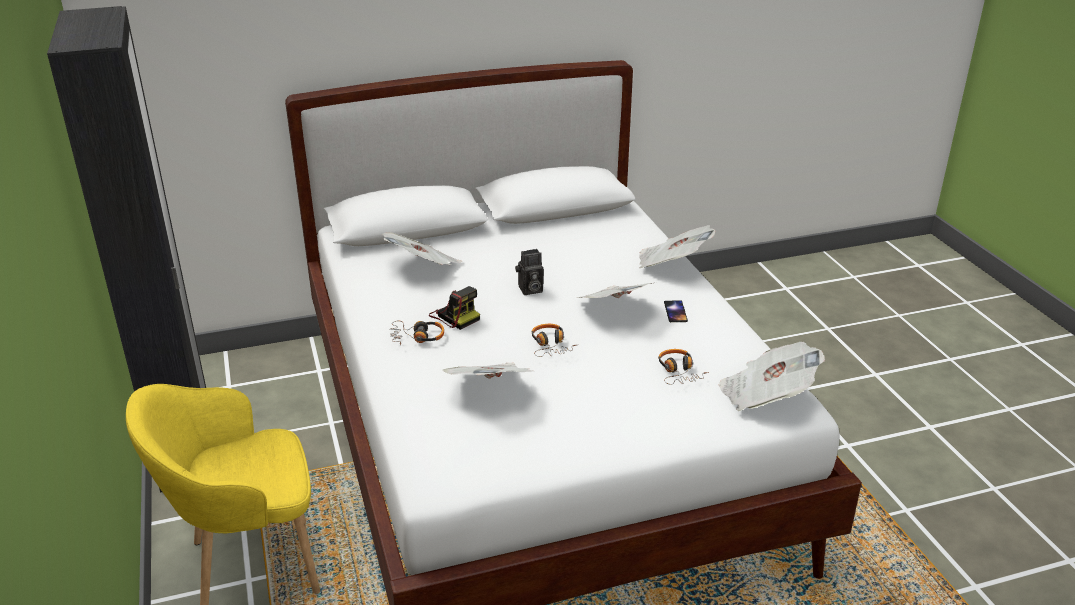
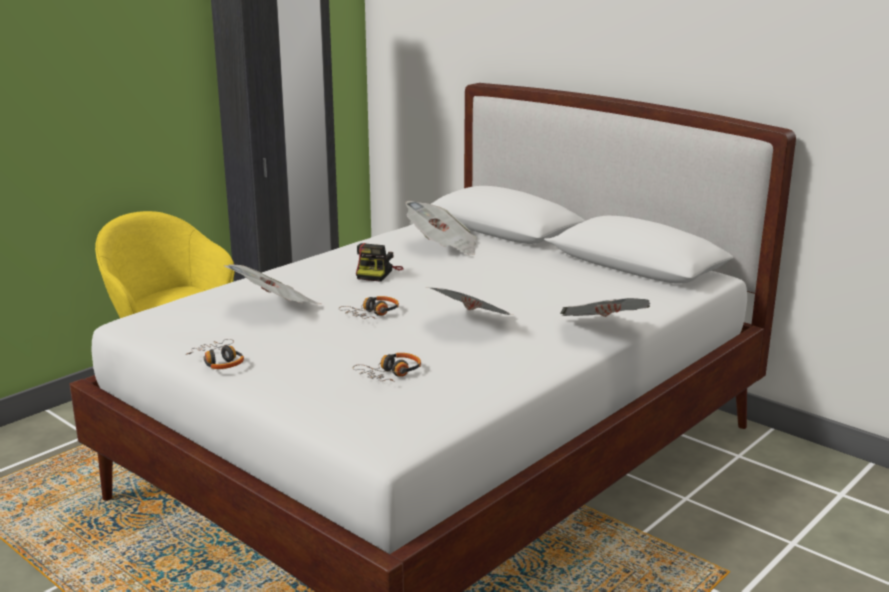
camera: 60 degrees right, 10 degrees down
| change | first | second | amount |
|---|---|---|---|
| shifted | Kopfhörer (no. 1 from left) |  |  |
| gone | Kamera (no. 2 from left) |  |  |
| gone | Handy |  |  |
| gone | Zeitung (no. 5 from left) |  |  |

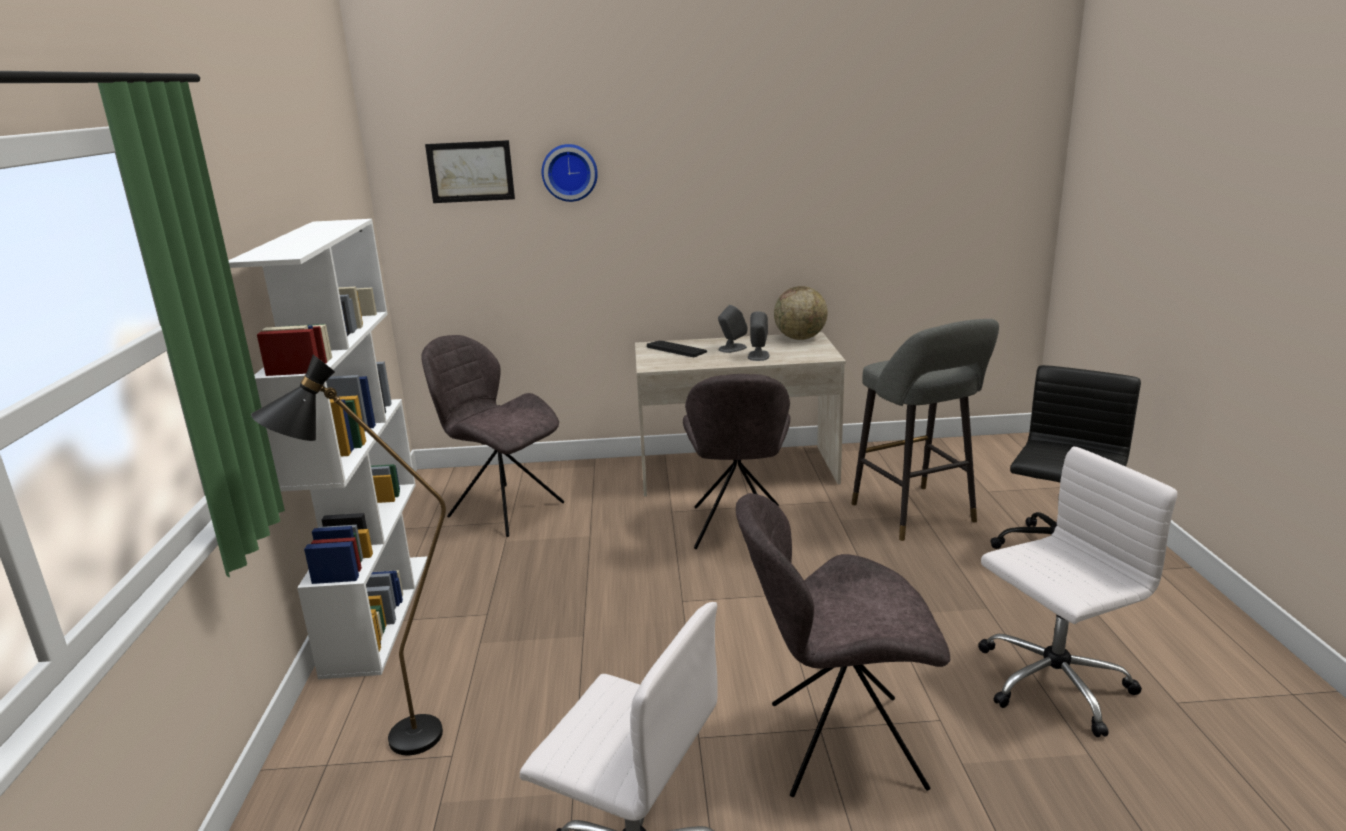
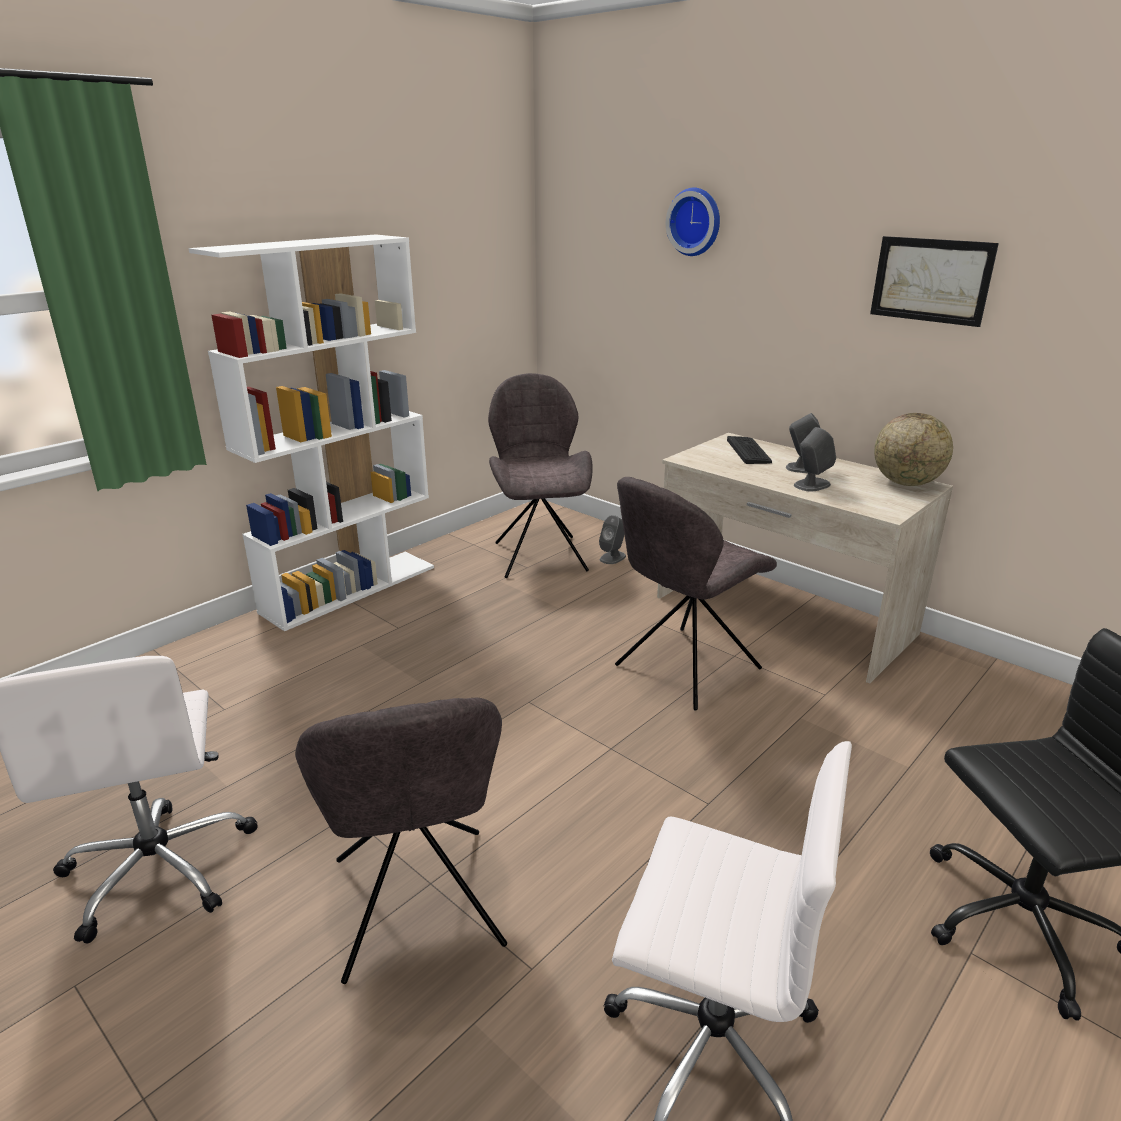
camera: 45 degrees right, 5 degrees up
| change | first | second | amount |
|---|---|---|---|
| gone | Stehlampe (schwarz) |  |  |
| shifted | Bild |  |  |
| rotated | Stuhl (grau) (no. 3 from left in the first image) | Stuhl (grau) (no. 1 from left) | 150 degrees counterclockwise |
| gone | Hocker (grau) |  |  |
| new |  | Lautsprecher (grau) (no. 1 from left) |  |

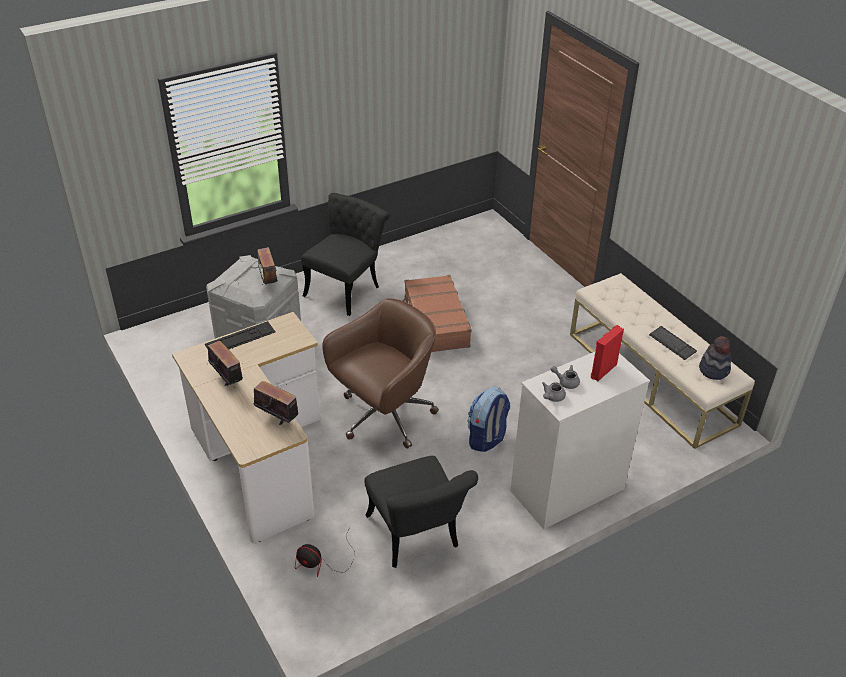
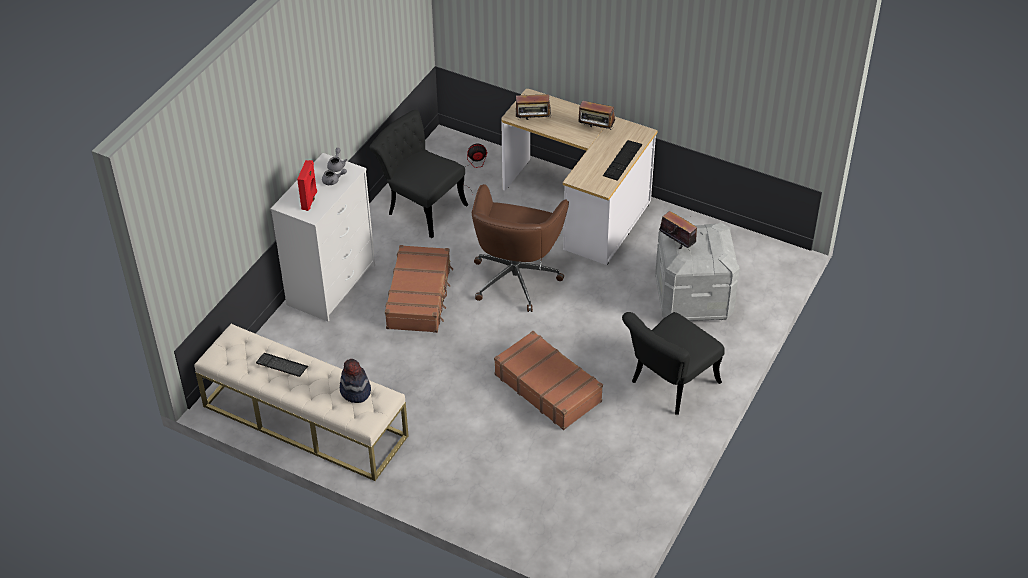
camera: 150 degrees right, 5 degrees up
| change | first | second | amount |
|---|---|---|---|
| rotated | Stuhl (schwarz) (no. 1 from left in the first image) | Stuhl (schwarz) (no. 2 from left) | 45 degrees clockwise |
| swapped | Rucksack | Koffer (braun) (no. 1 from left) |  |
| shifted | Hut |  |  |

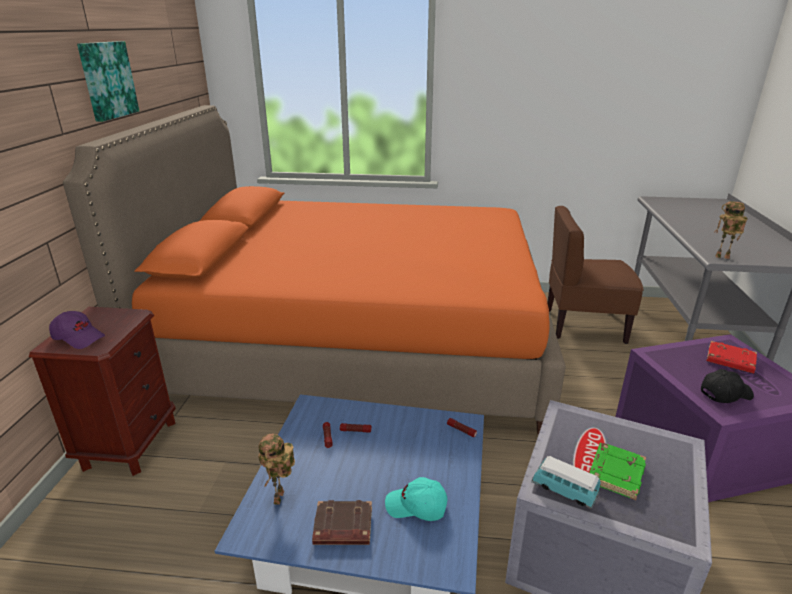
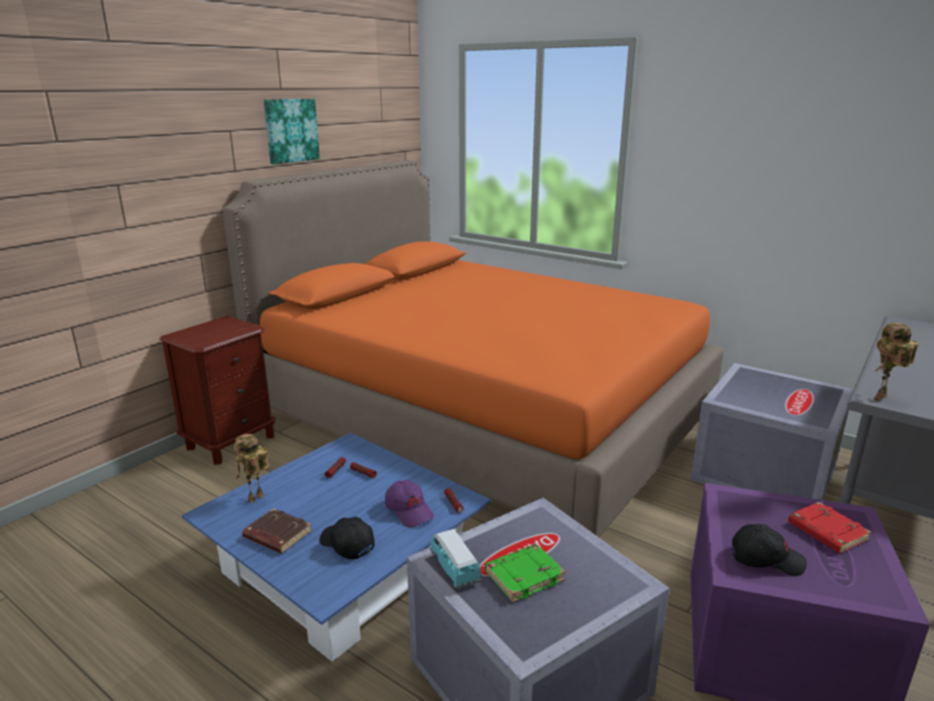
camera: 30 degrees right, 5 degrees down
| change | first | second | amount |
|---|---|---|---|
| shifted | Kappe (lila) |  |  |
| repainted | Kappe (türkis) | Kappe (schwarz) (no. 1 from left) |  |
| swapped | Stuhl (braun) | Aufbewahrungsbox (grau) (no. 2 from left) |  |
| rotated | Spielzeugroboter (no. 2 from left) |  | 90 degrees counterclockwise |

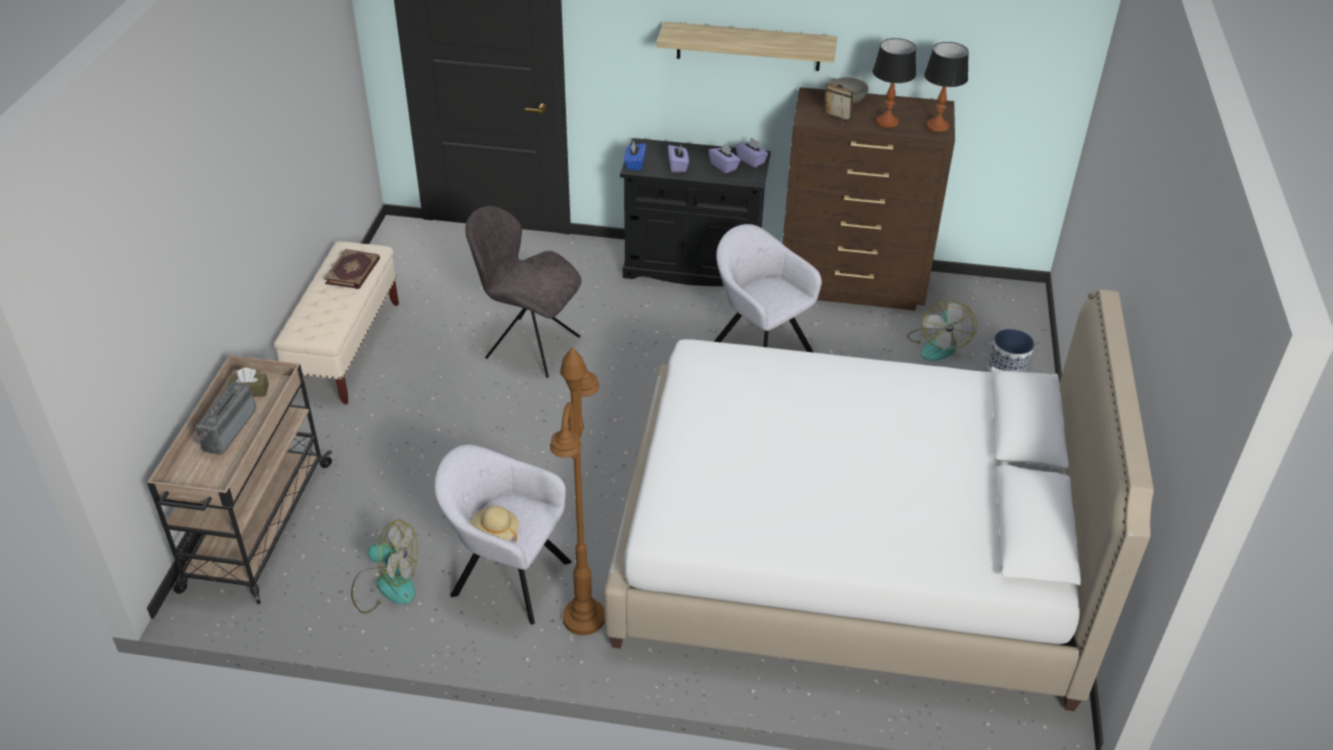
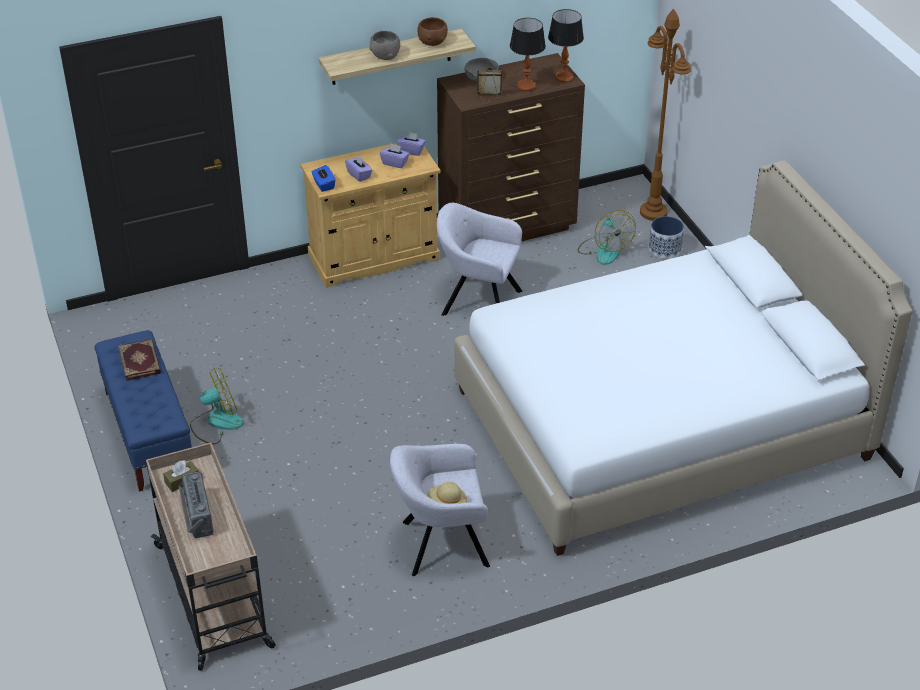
camera: 30 degrees left, 0 degrees up
| change | first | second | amount |
|---|---|---|---|
| repainted | Bank (beige) | Bank (blau) |  |
| shifted | Ventilator (no. 1 from left) |  |  |
| gone | Stuhl (grau) |  |  |
| shifted | Stehlampe (braun) |  |  |
| repainted | Schrank (schwarz) | Schrank (beige) |  |
| new |  | Schüssel (grau) (no. 1 from left) |  |
| new |  | Schüssel (braun) |  |

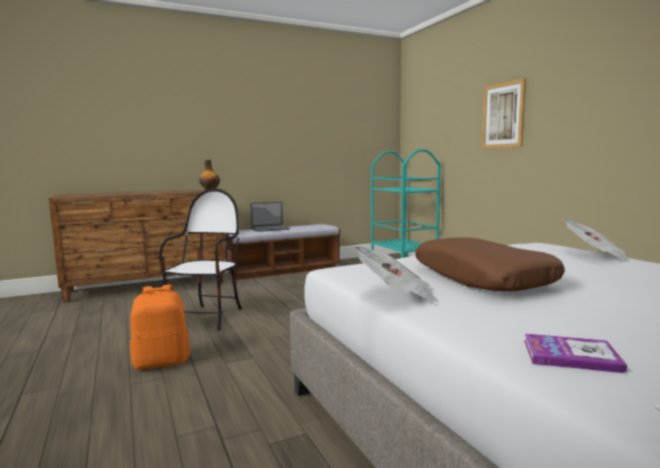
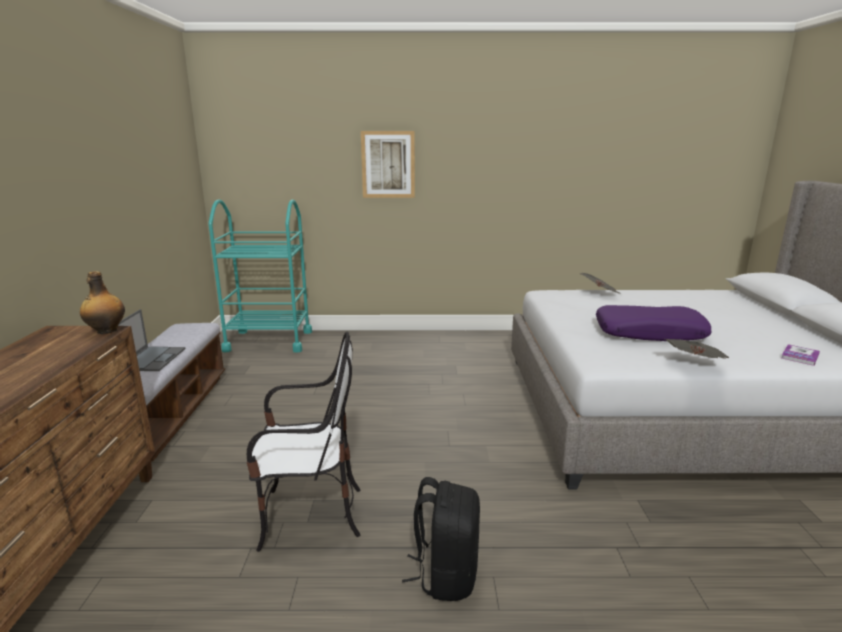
camera: 65 degrees left, 10 degrees up
| change | first | second | amount |
|---|---|---|---|
| repainted | Rucksack (orange) | Rucksack (schwarz) |  |
| rotated | Stuhl |  | 135 degrees clockwise |
| repainted | Kissen (braun) | Kissen (lila) |  |

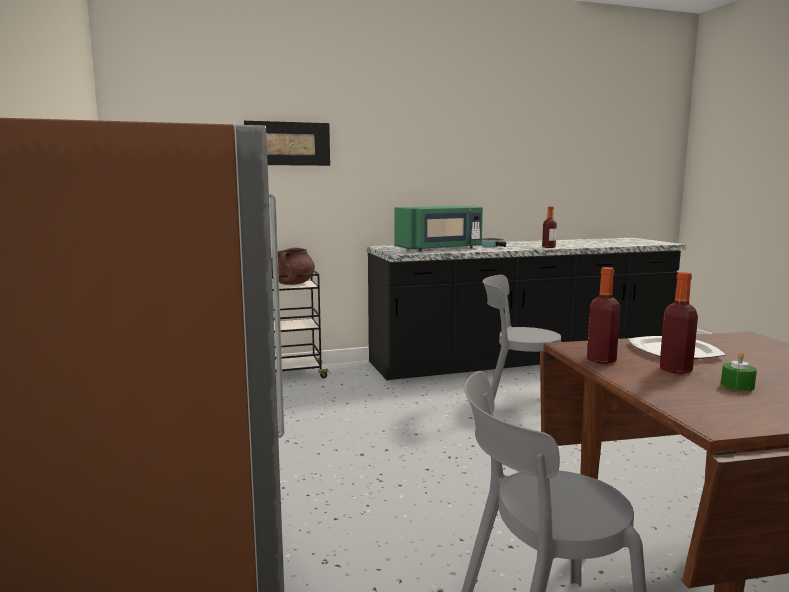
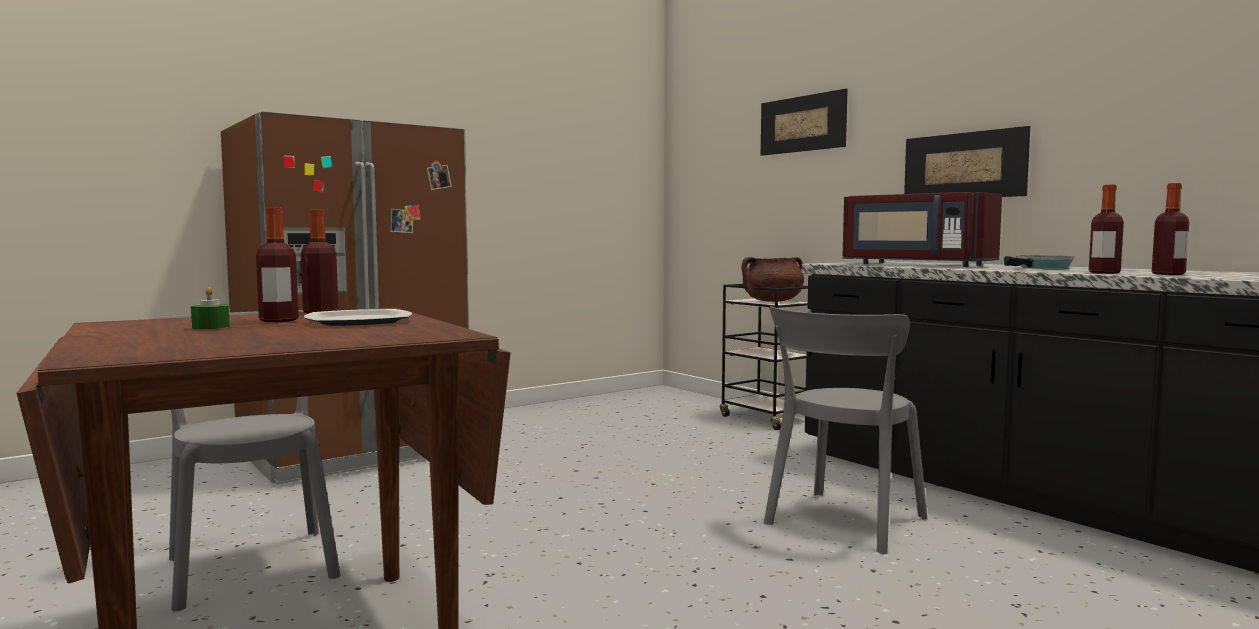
camera: 70 degrees right, 5 degrees down
| change | first | second | amount |
|---|---|---|---|
| repainted | Mikrowelle (grün) | Mikrowelle (rot) |  |
| rotated | Stuhl (grau) (no. 1 from left in the first image) | Stuhl (grau) (no. 2 from left) | 135 degrees counterclockwise |
| new |  | Bild (no. 2 from left) |  |
| new |  | Flasche (no. 4 from left) |  |

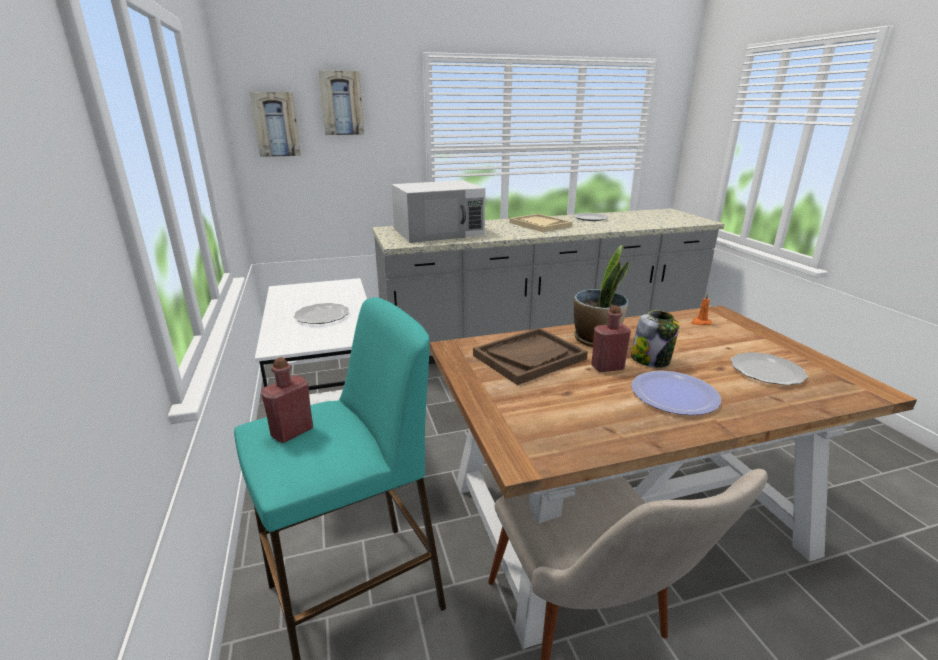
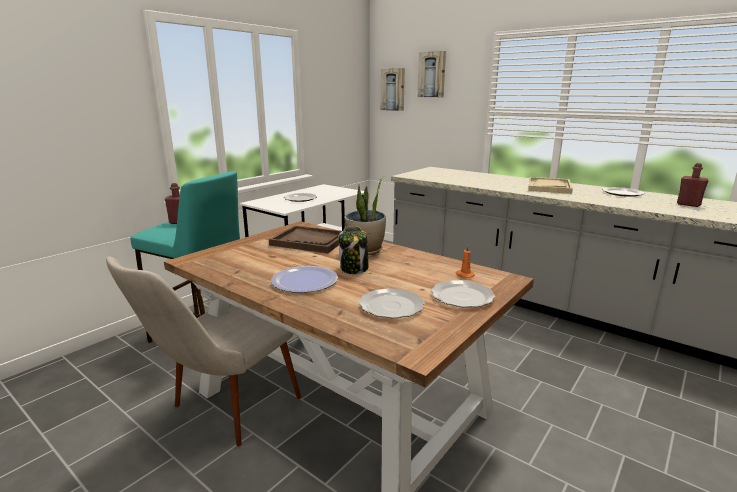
camera: 55 degrees right, 5 degrees down
| change | first | second | amount |
|---|---|---|---|
| gone | Mikrowelle (weiß) |  |  |
| shifted | Flasche (rot) (no. 2 from left) |  |  |
| new |  | Teller (no. 4 from left) |  |

